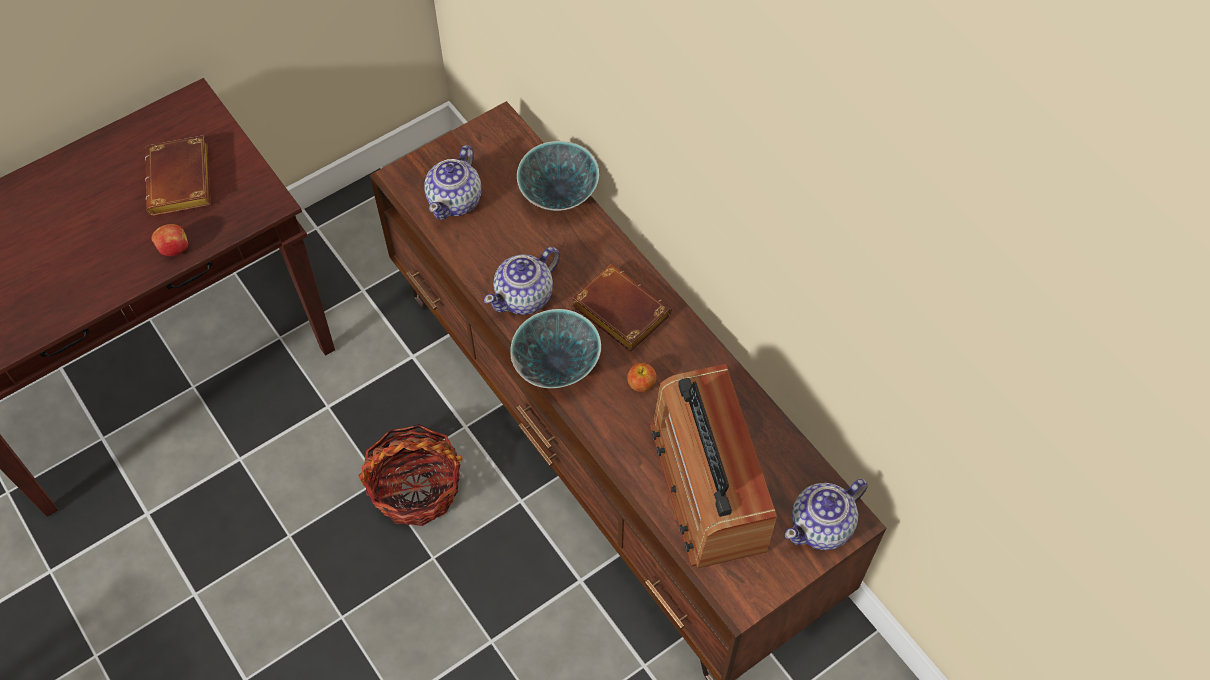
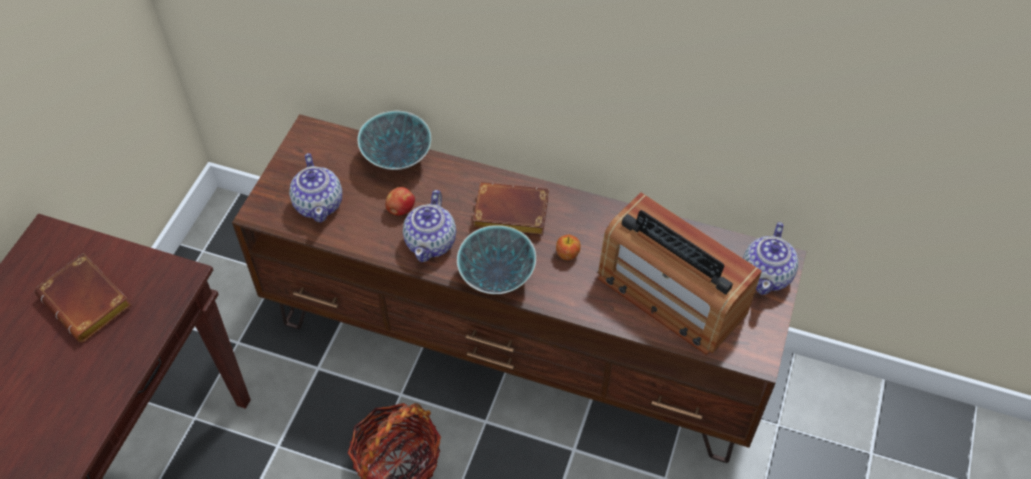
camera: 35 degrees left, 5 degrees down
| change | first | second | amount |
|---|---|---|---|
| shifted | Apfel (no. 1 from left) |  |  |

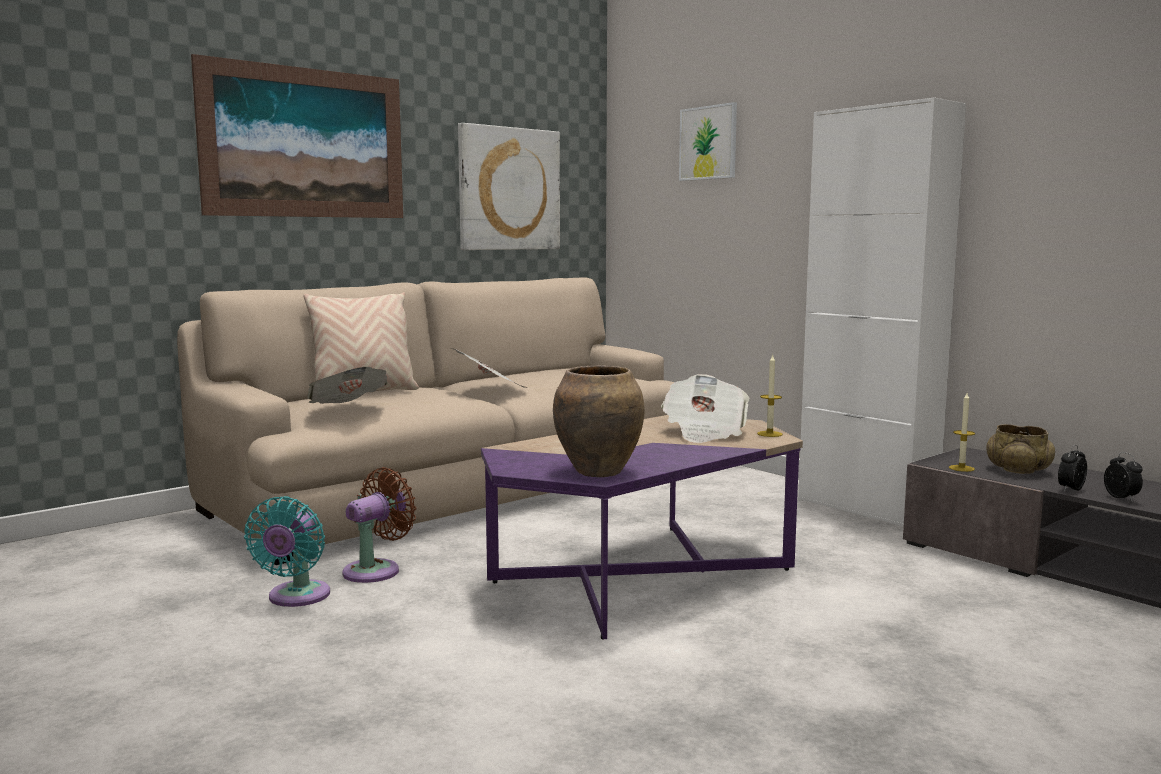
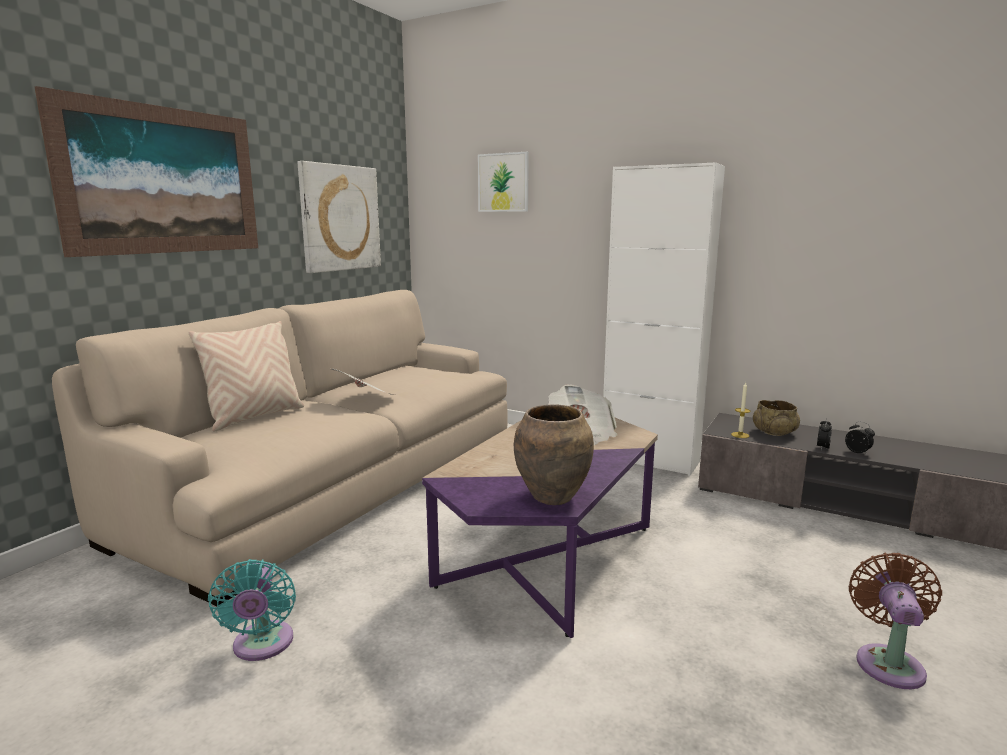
camera: 20 degrees left, 5 degrees up
| change | first | second | amount |
|---|---|---|---|
| gone | Zeitung (no. 1 from left) |  |  |
| shifted | Ventilator (braun) |  |  |
| gone | Kerze (no. 1 from left) |  |  |

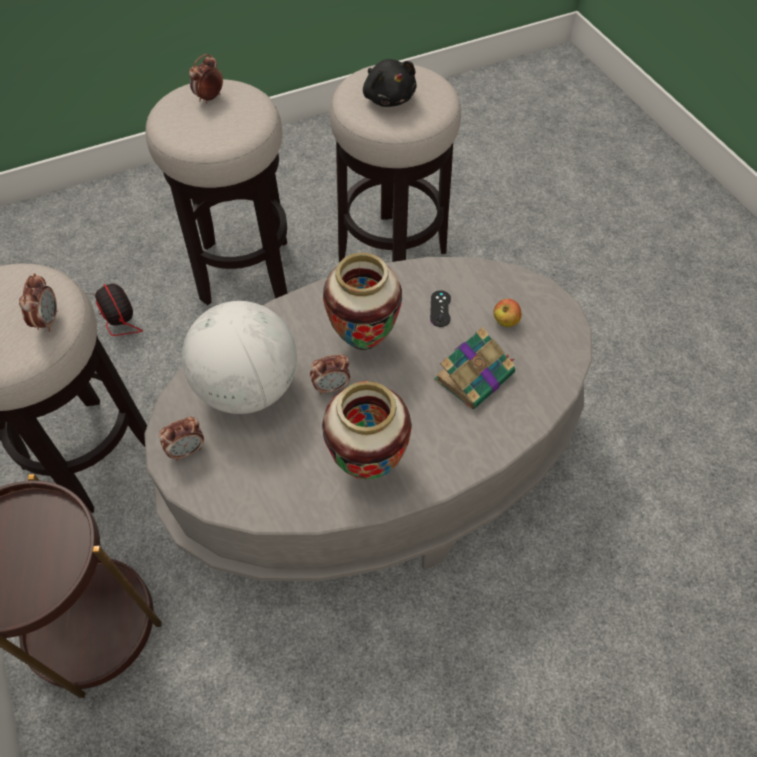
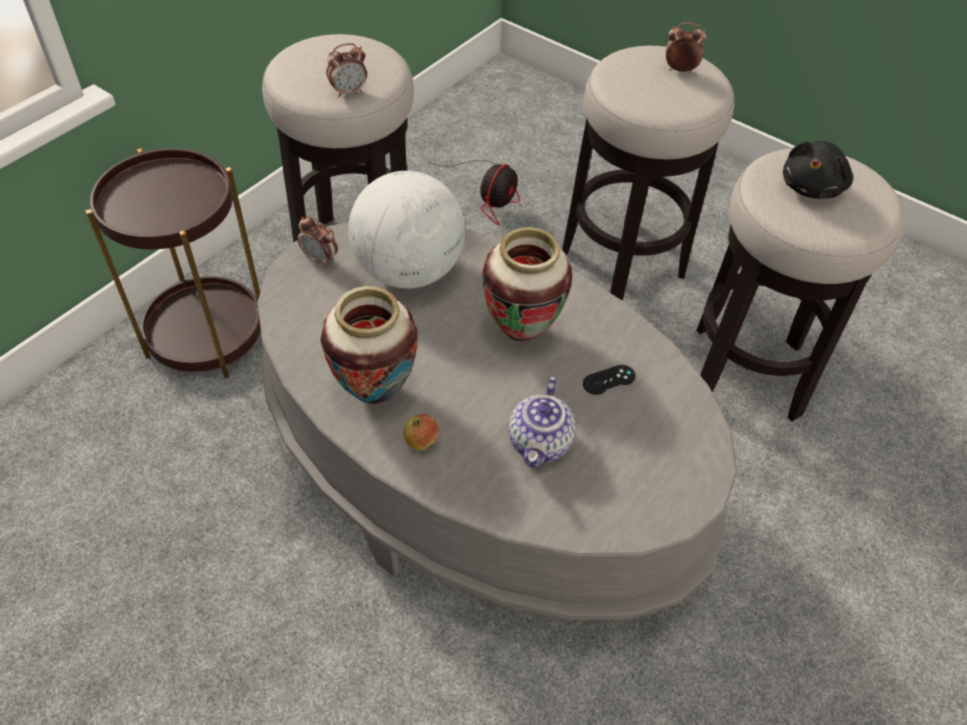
camera: 60 degrees right, 5 degrees down
| change | first | second | amount |
|---|---|---|---|
| gone | Wecker (no. 4 from left) |  |  |
| swapped | Buch | Teekanne |  |
| shifted | Apfel |  |  |

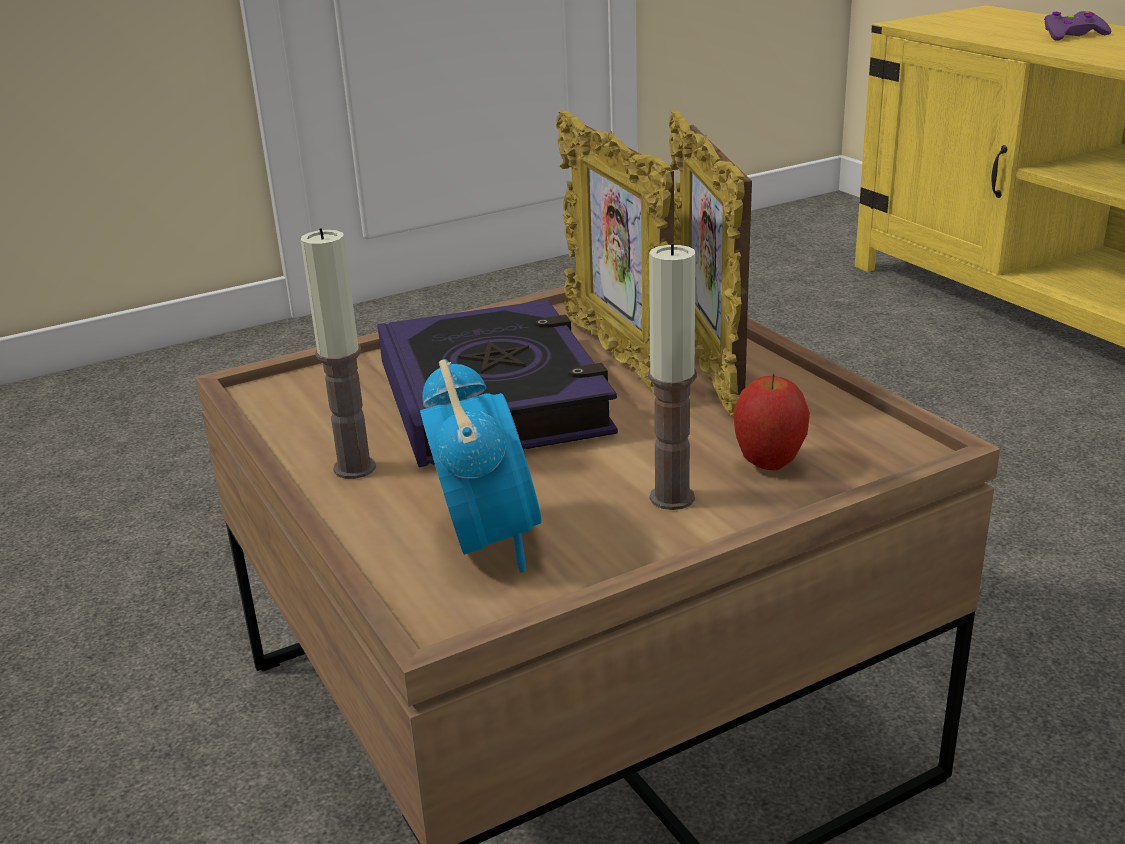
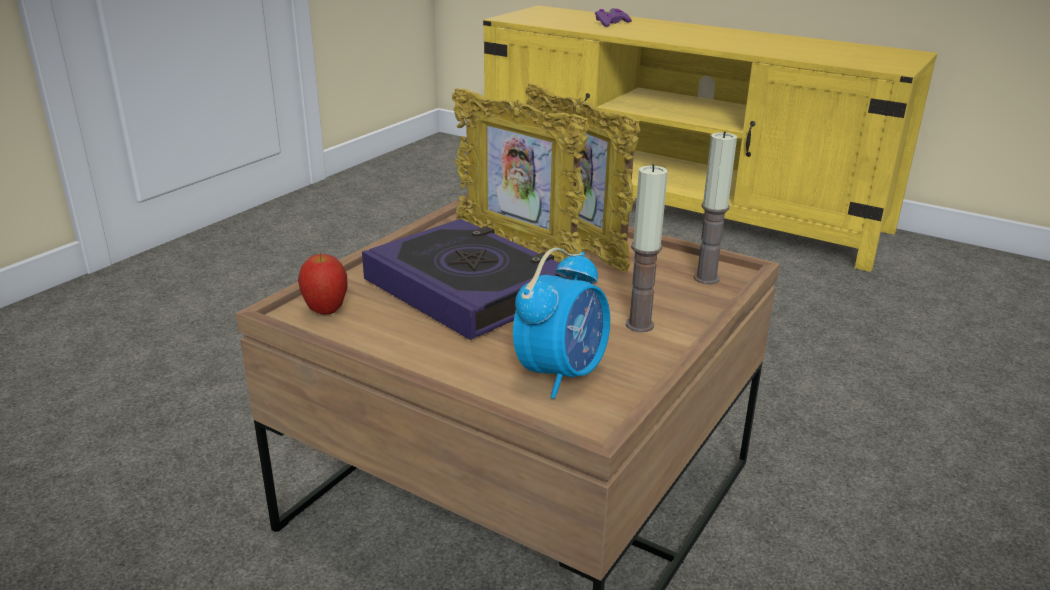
camera: 30 degrees left, 0 degrees up
| change | first | second | amount |
|---|---|---|---|
| shifted | Kerze (no. 1 from left in the first image) | Kerze (no. 2 from left) |  |
| rotated | Wecker |  | 75 degrees clockwise |
| shifted | Apfel |  |  |

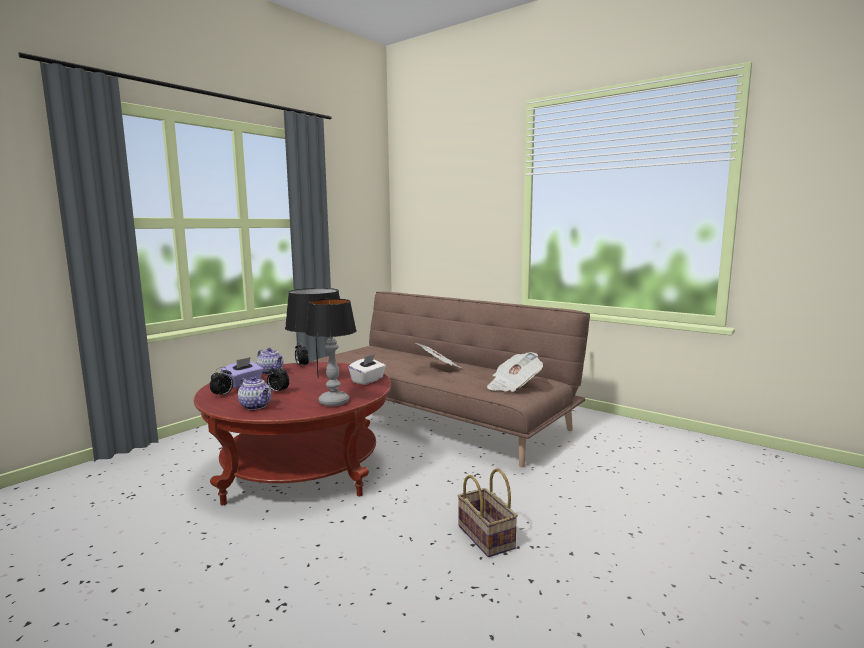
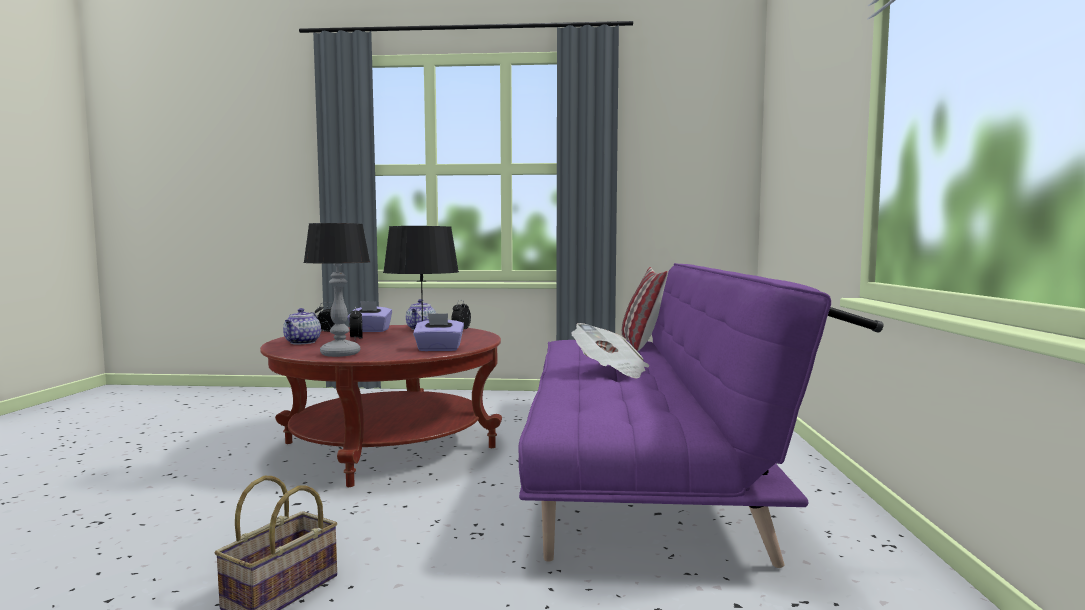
camera: 55 degrees right, 5 degrees down
| change | first | second | amount |
|---|---|---|---|
| repainted | Sofa (braun) | Sofa (lila) |  |
| repainted | Taschentuchbox (weiß) | Taschentuchbox (lila) (no. 2 from left) |  |
| gone | Zeitung (no. 2 from left) |  |  |
| new |  | Kissen |  |

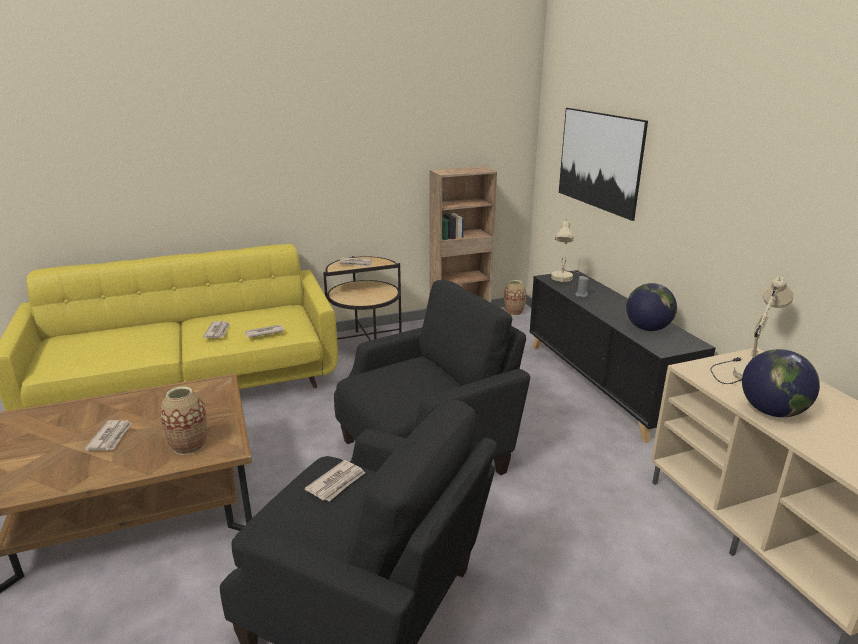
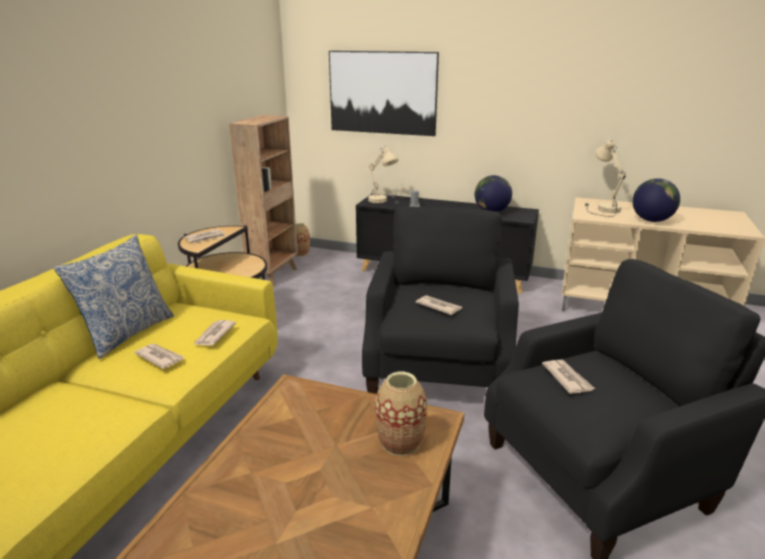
camera: 50 degrees left, 0 degrees up
| change | first | second | amount |
|---|---|---|---|
| shifted | Zeitung (no. 1 from left in the first image) | Zeitung (no. 4 from left) |  |
| new |  | Kissen |  |

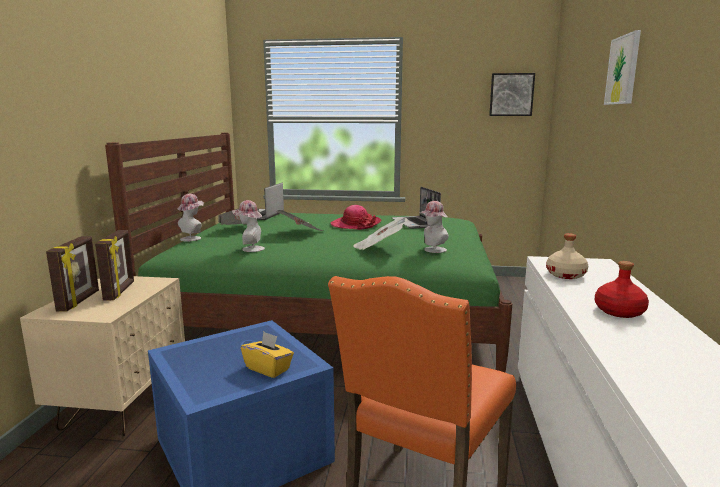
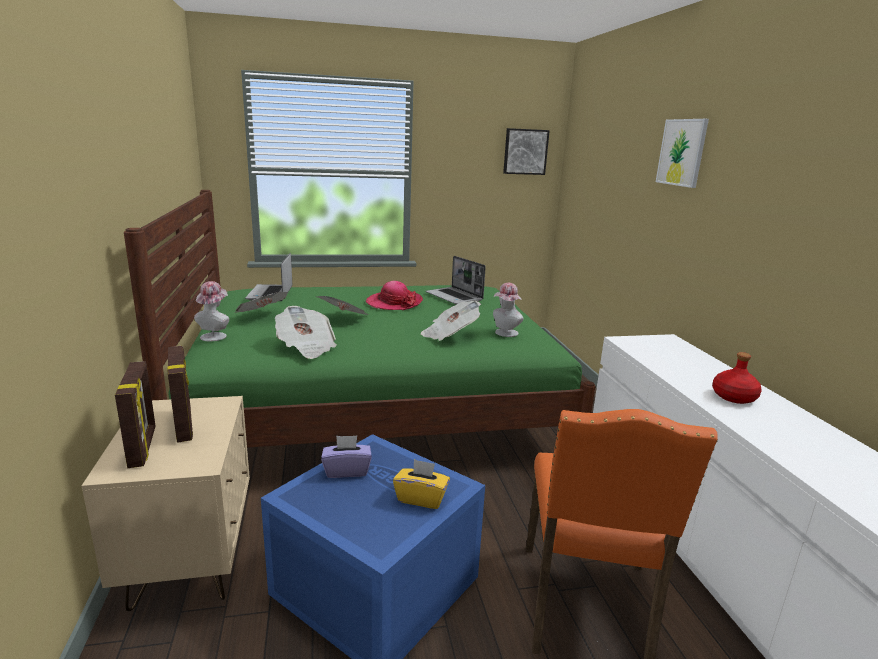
camera: 20 degrees left, 5 degrees up
| change | first | second | amount |
|---|---|---|---|
| swapped | Hut (no. 2 from left) | Zeitung (no. 2 from left) |  |
| gone | Flasche (beige) |  |  |
| new |  | Taschentuchbox (lila) |  |

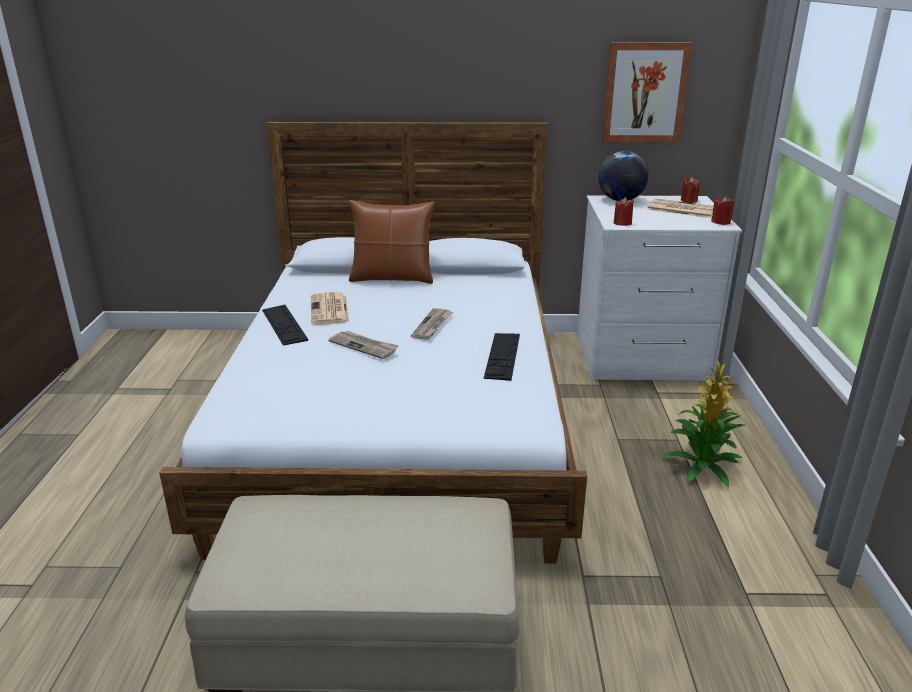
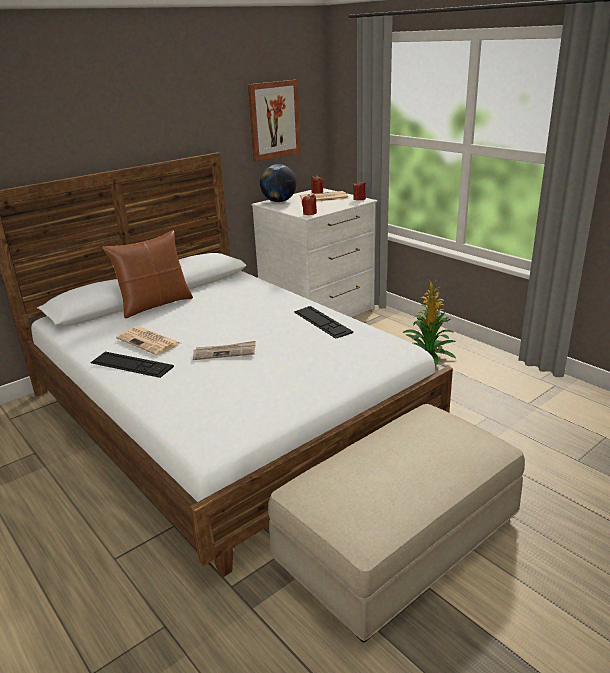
camera: 40 degrees left, 0 degrees up
| change | first | second | amount |
|---|---|---|---|
| gone | Zeitung (no. 3 from left) |  |  |

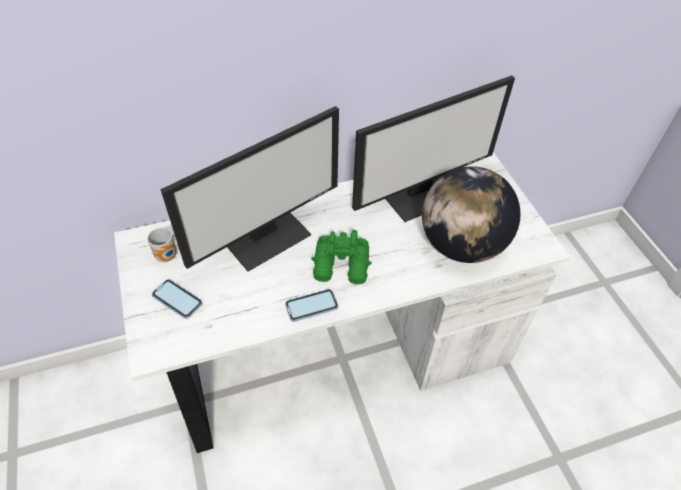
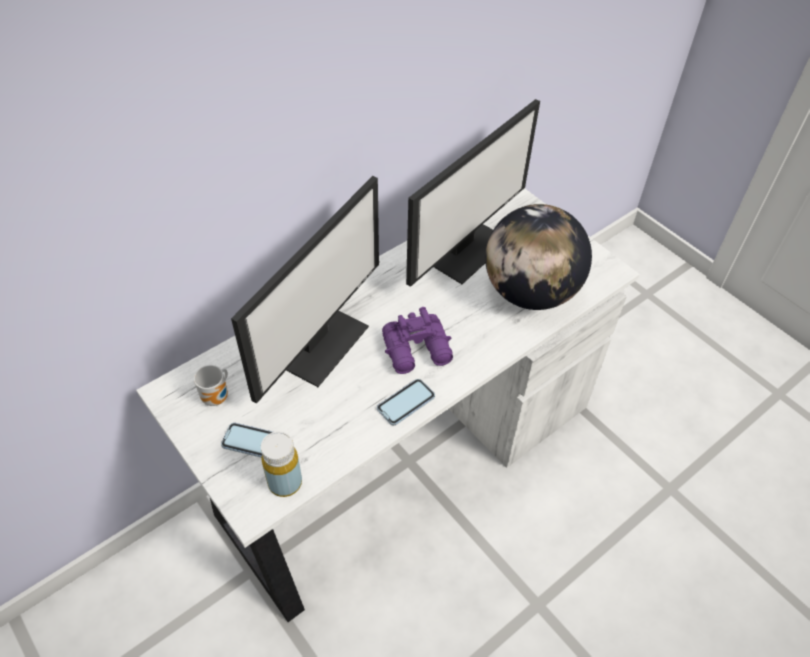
camera: 20 degrees left, 0 degrees up
| change | first | second | amount |
|---|---|---|---|
| repainted | Fernglas (grün) | Fernglas (lila) |  |
| new |  | Flasche (gelb) |  |

